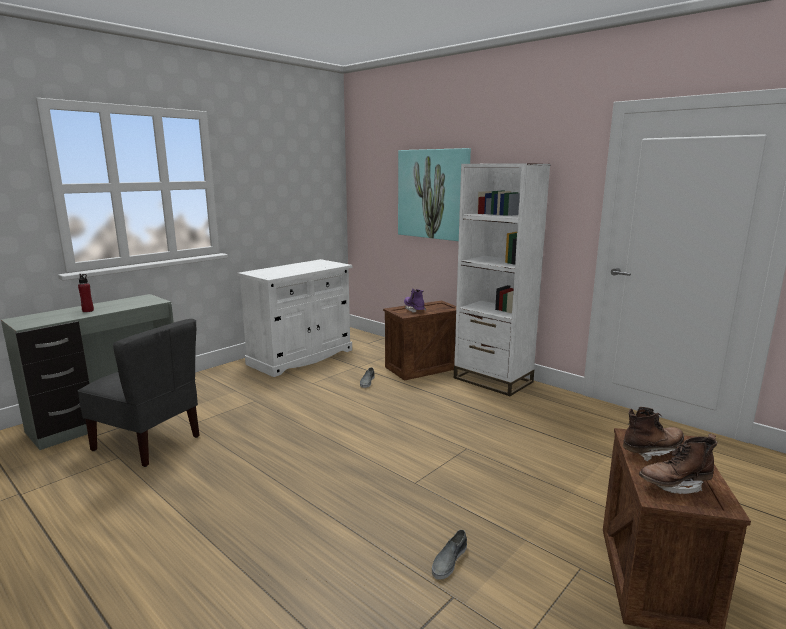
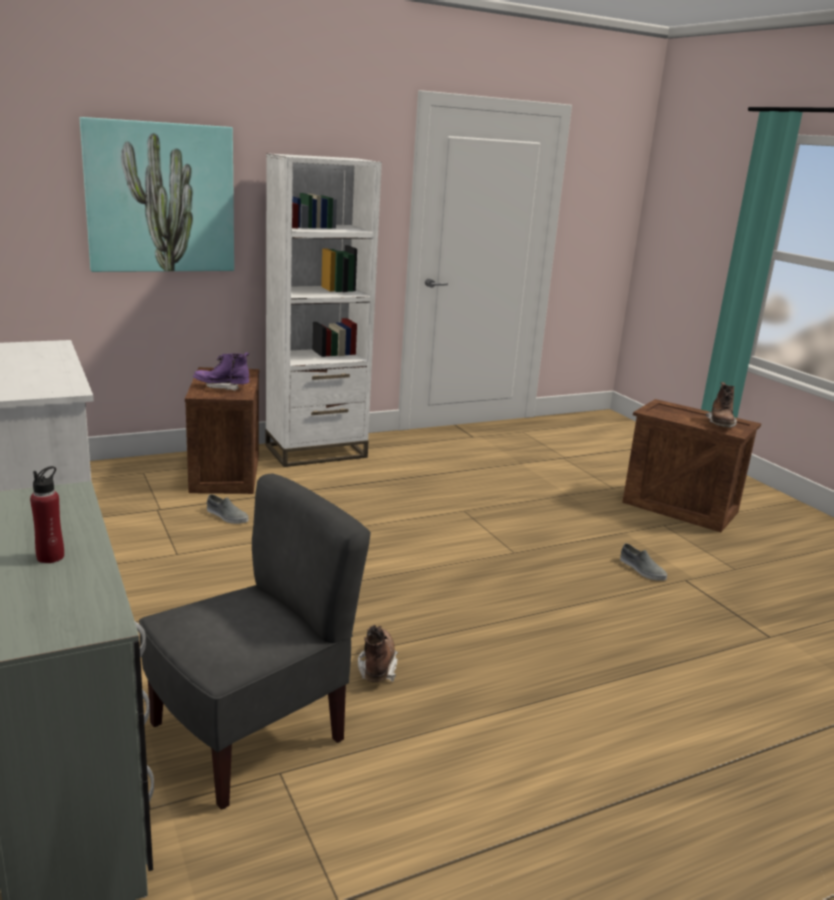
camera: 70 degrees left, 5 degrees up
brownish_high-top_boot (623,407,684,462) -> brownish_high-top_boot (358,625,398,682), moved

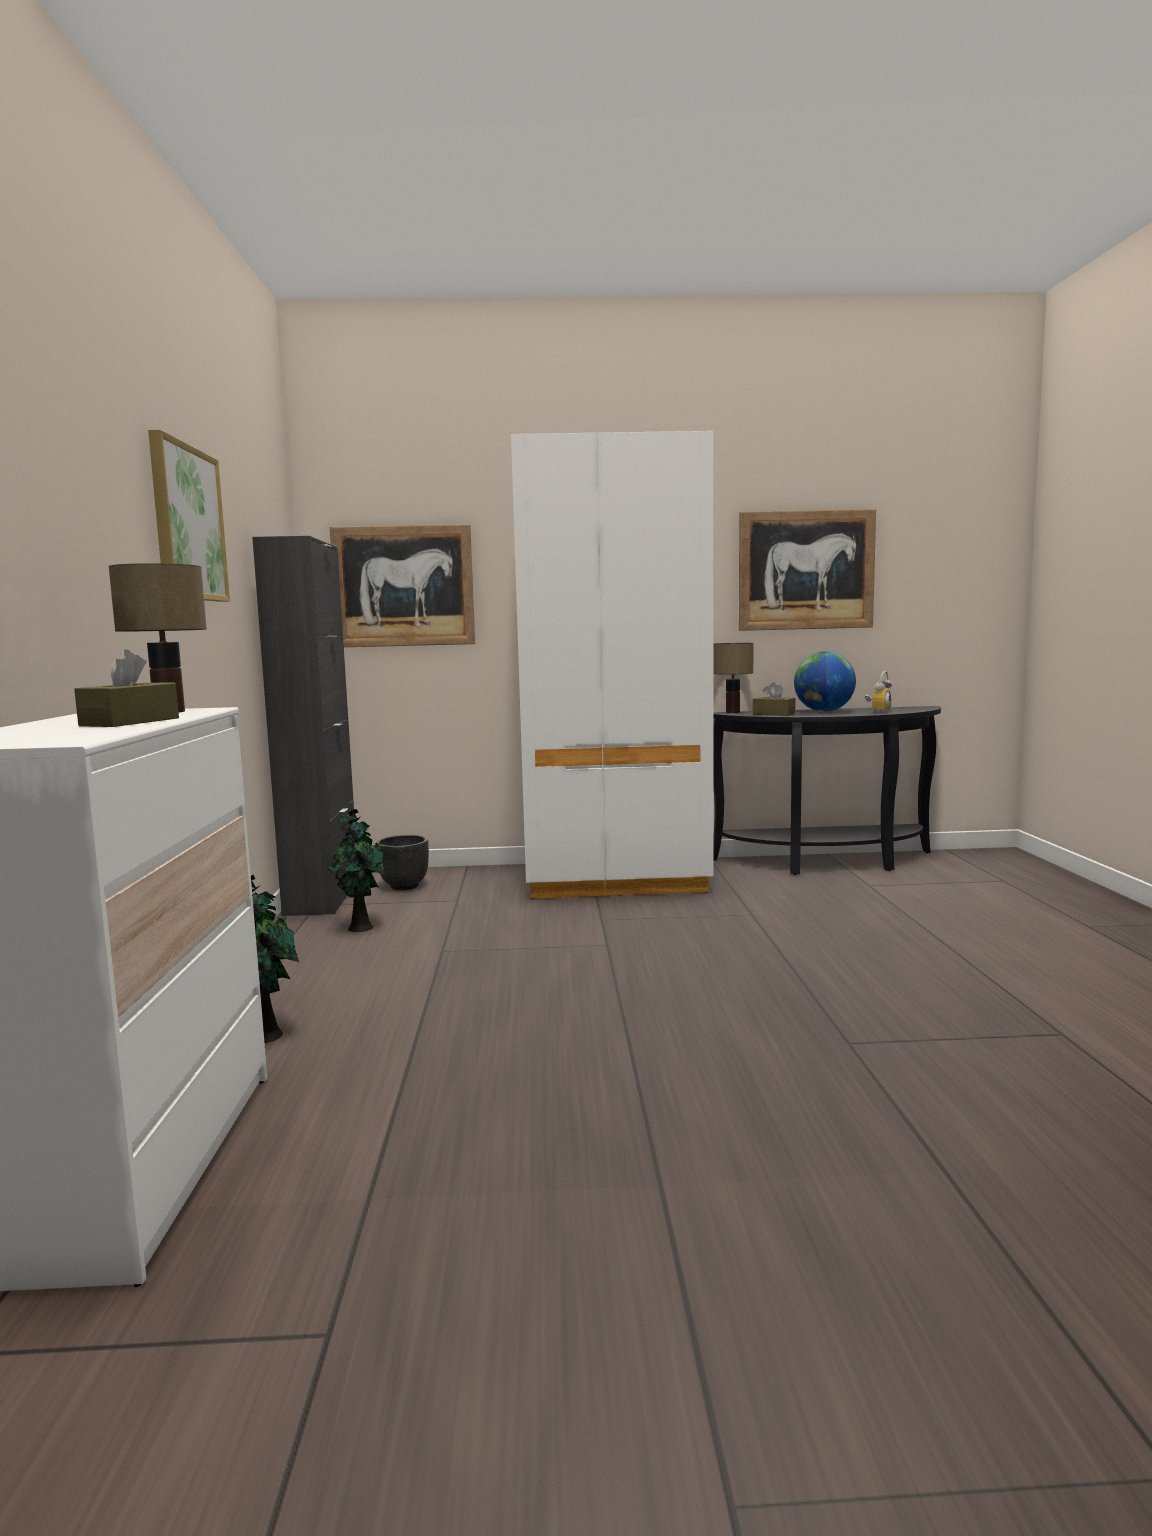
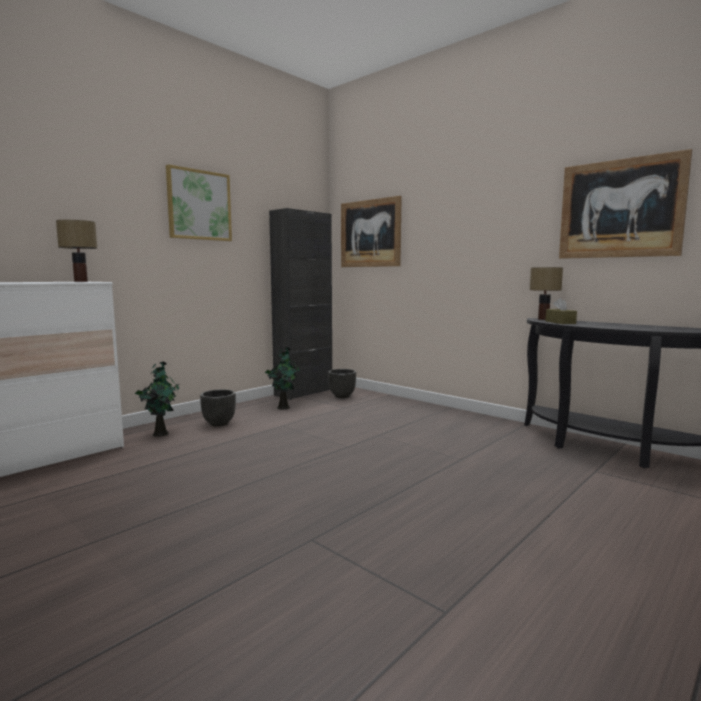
camera: 45 degrees right, 0 degrees up
none -> blackish_planter (200,389,236,426)
brownish_tissue_box (74,649,179,727) -> none
white_wardrobe (511,431,714,899) -> none
globe (794,651,856,712) -> none
alarm_clock (865,671,892,713) -> none

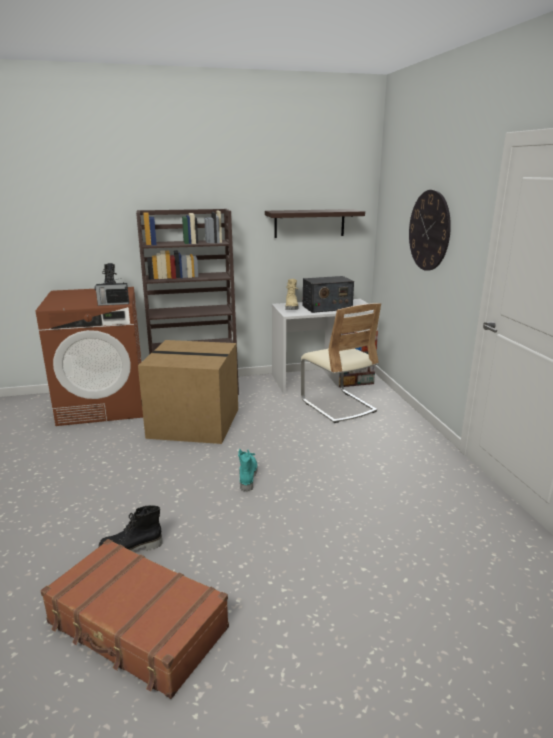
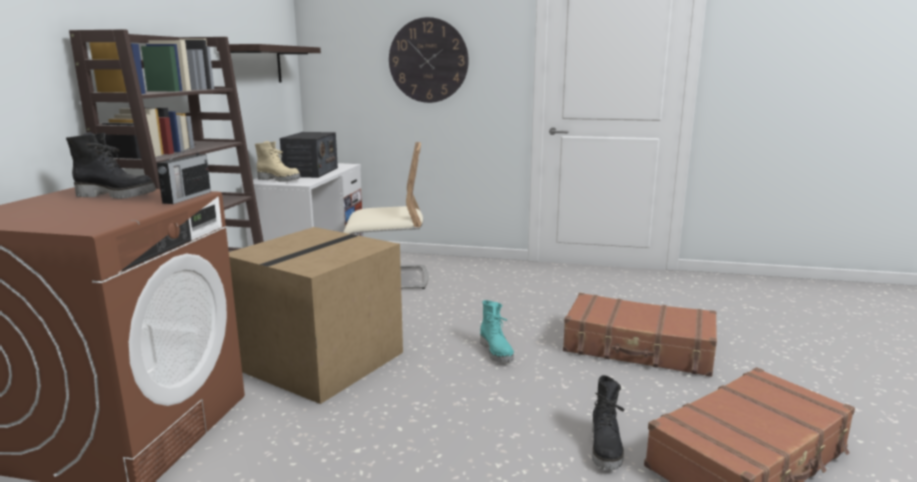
camera: 65 degrees left, 5 degrees down
turquoise_high-top_boot (238,449,258,492) -> turquoise_high-top_boot (480,300,514,363), 135 degrees counterclockwise
none -> brownish_travel_case (563,293,717,377)

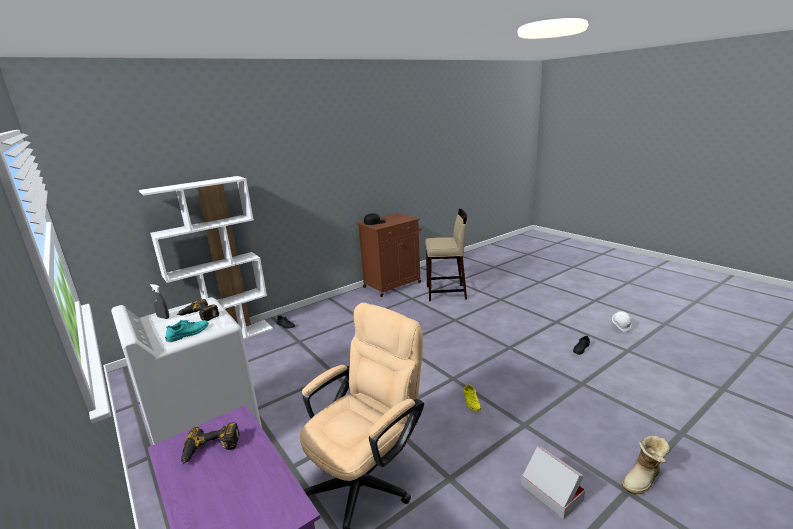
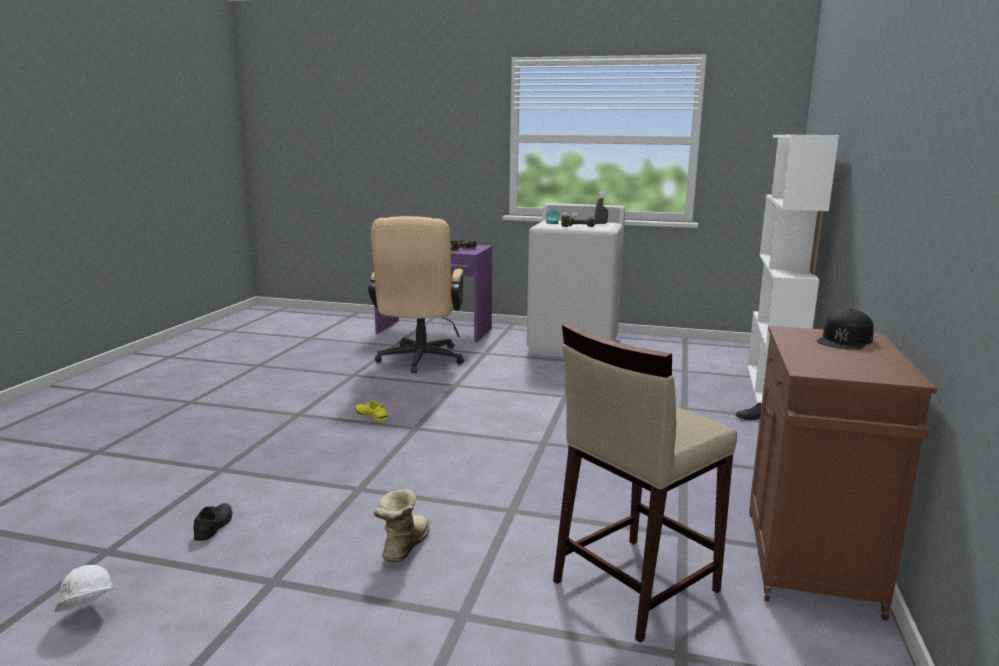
camera: 140 degrees right, 5 degrees down
high-top_boot (622,435,670,494) -> high-top_boot (374,490,430,562), moved
cardboard_box (521,446,585,519) -> none

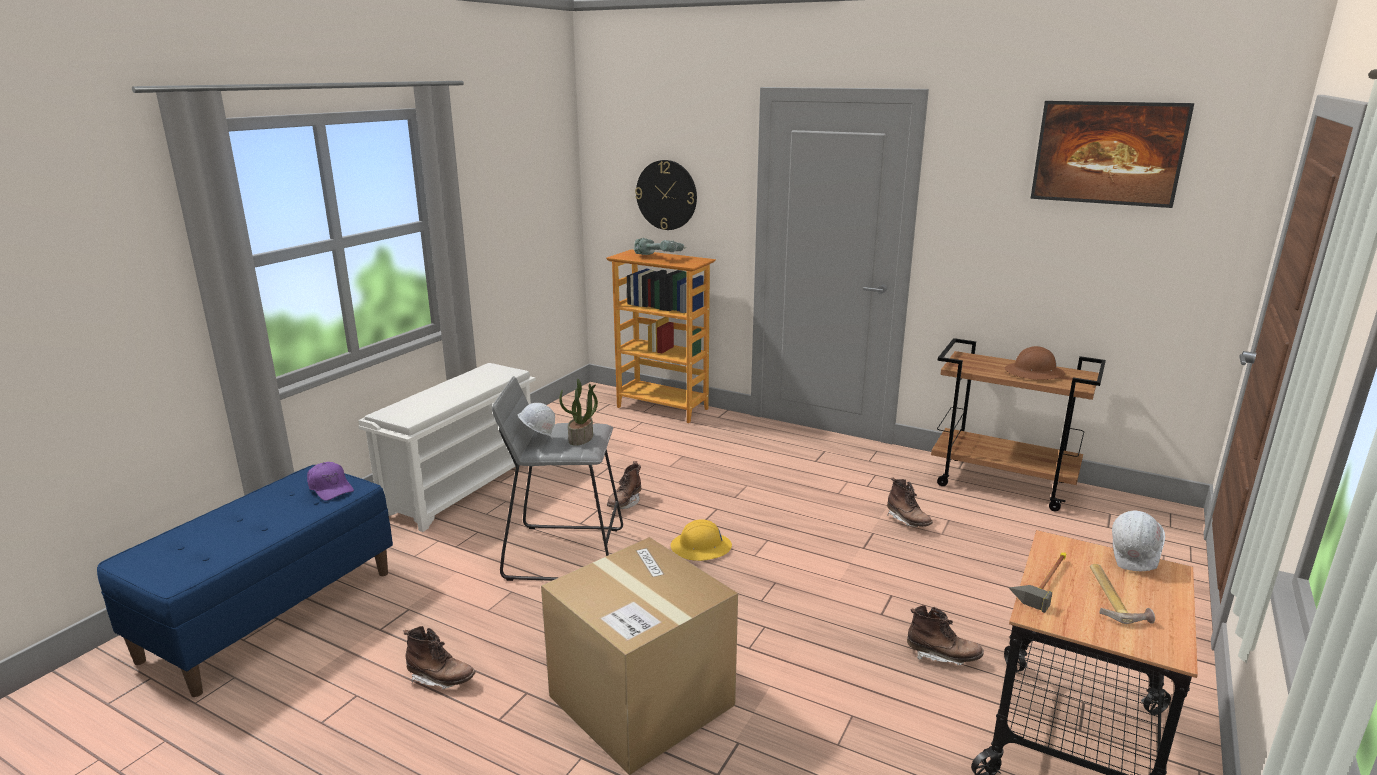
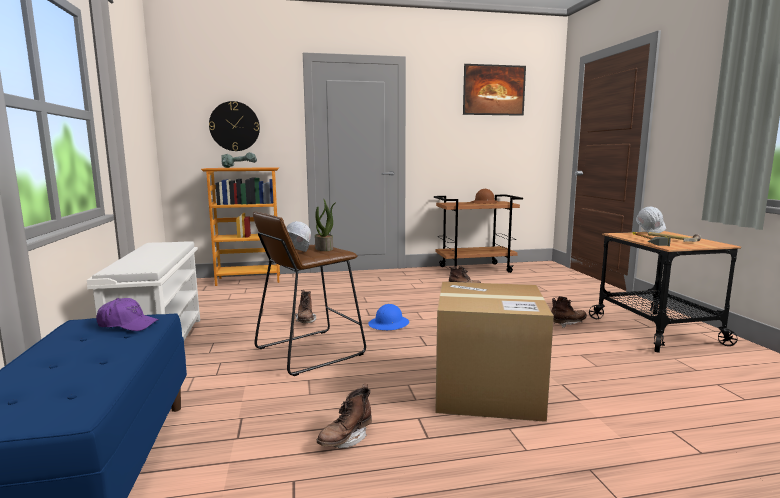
camera: 40 degrees left, 10 degrees down
gray_stool (492,376,623,581) -> brownish_stool (253,212,366,376)
brownish_high-top_boot (404,626,475,689) -> brownish_high-top_boot (317,384,372,448), 150 degrees clockwise
yellowish_hard_hat (671,519,732,561) -> blue_hard_hat (368,304,409,330)

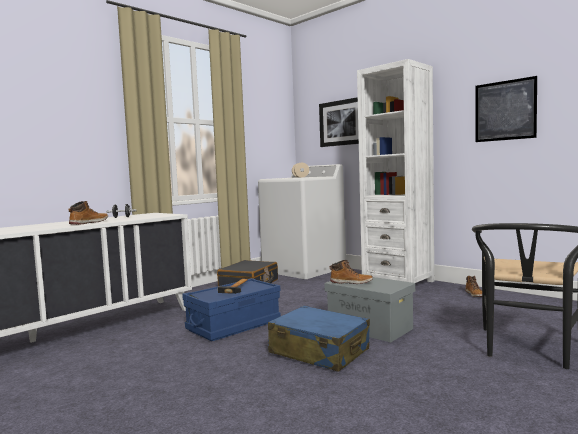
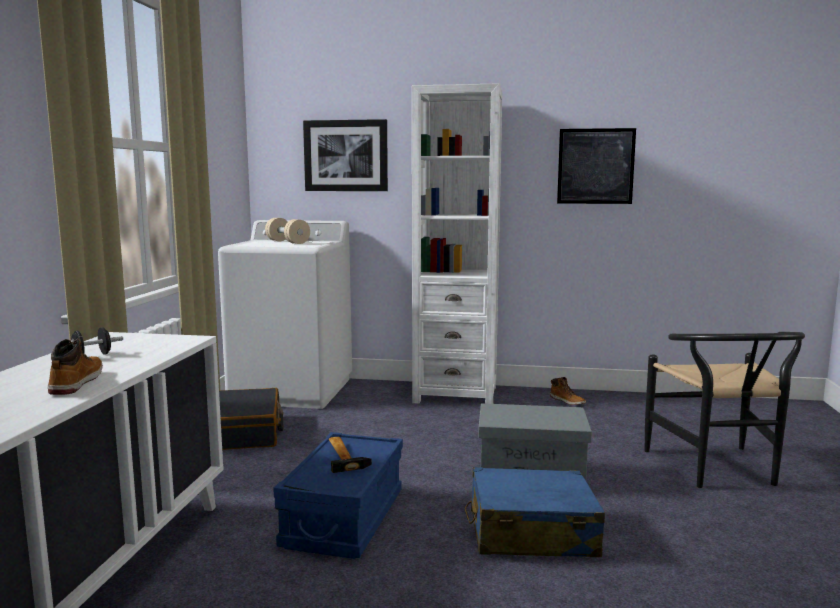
camera: 35 degrees left, 5 degrees up
high-top_boot (330,260,373,284) -> none

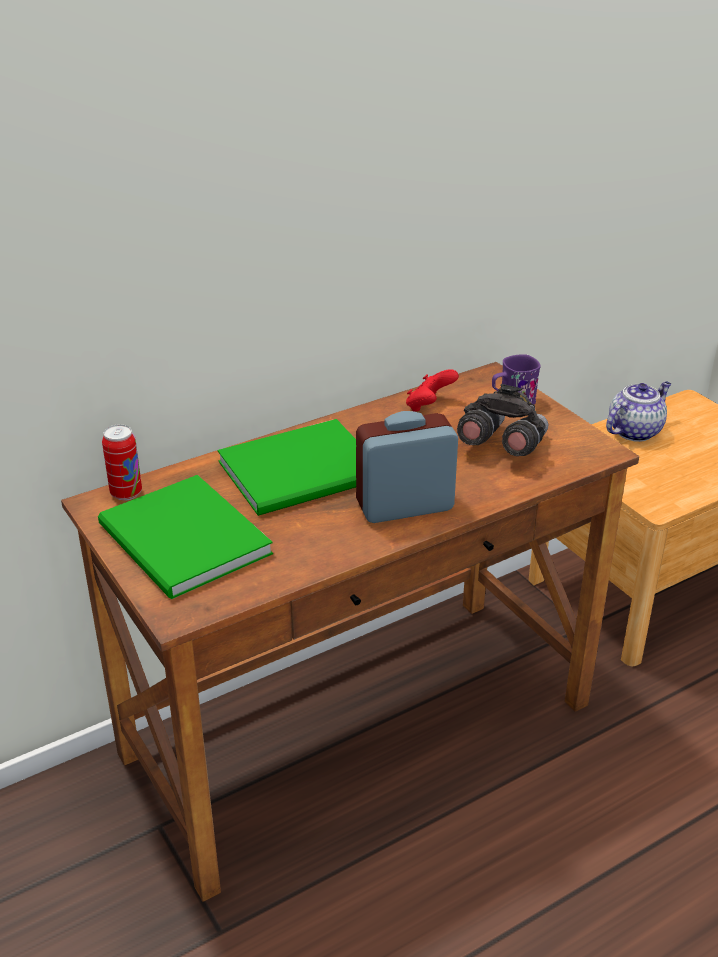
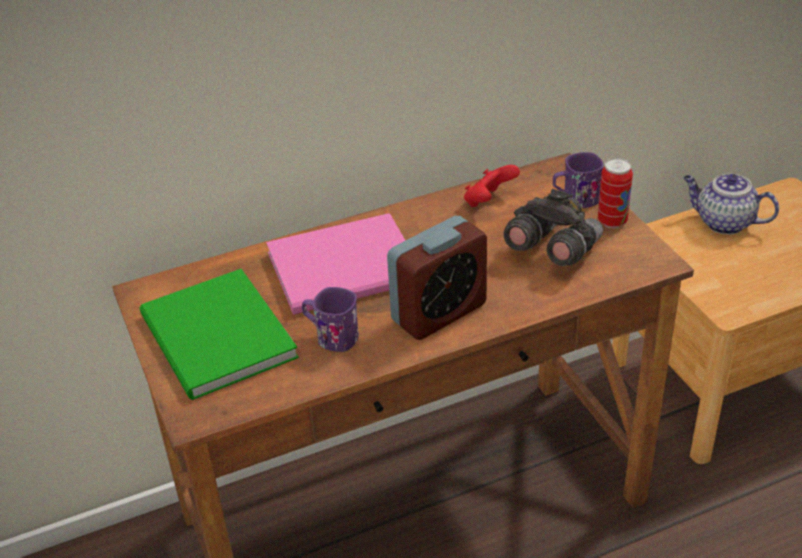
camera: 10 degrees right, 5 degrees up
green_book (218,419,356,516) -> pink-coloured_book (266,213,406,315)
none -> purple_coffee_mug (302,287,359,352)
alarm_clock (356,411,458,523) -> alarm_clock (387,216,487,340), 150 degrees clockwise
sealed_can (102,424,142,501) -> sealed_can (598,158,633,228), moved
tea_pot (606,381,671,442) -> tea_pot (683,173,779,235), 120 degrees counterclockwise

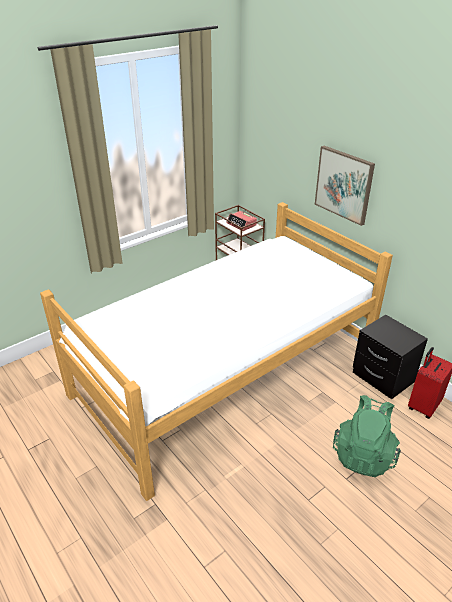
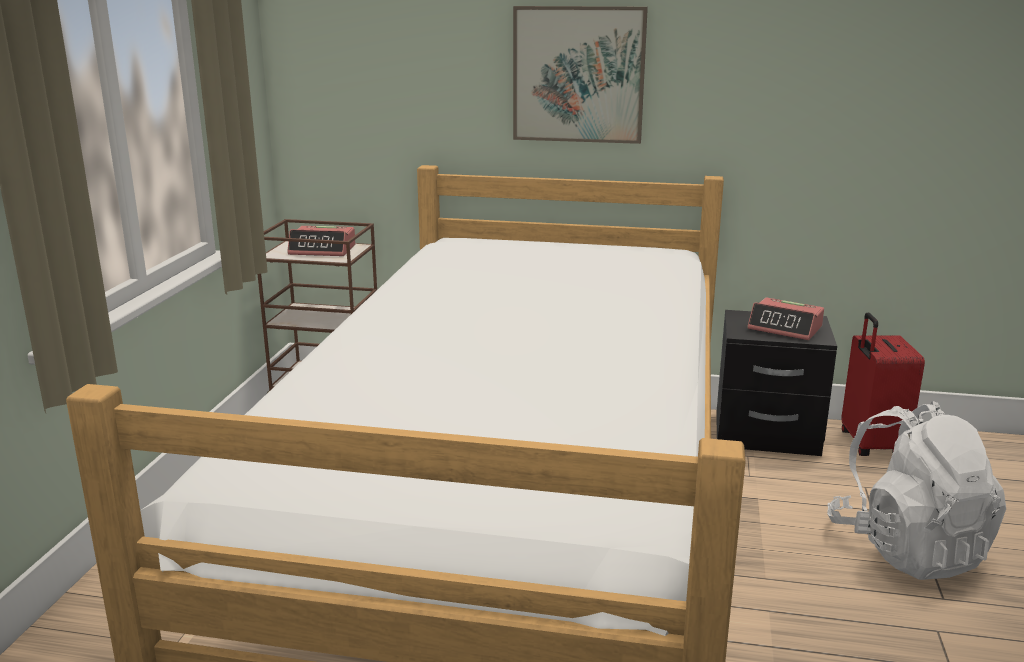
camera: 40 degrees left, 15 degrees down
none -> alarm_clock (747,297,824,340)
green_rucksack (333,395,401,477) -> white_rucksack (827,401,1006,580)

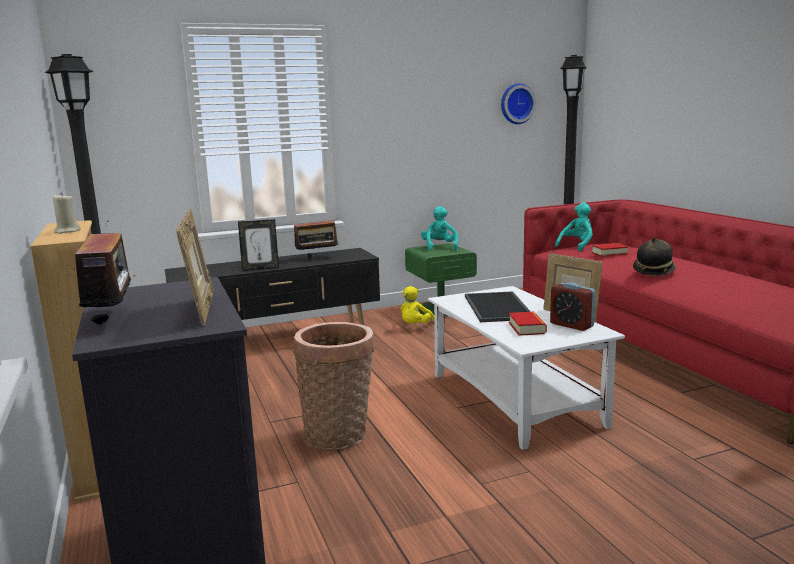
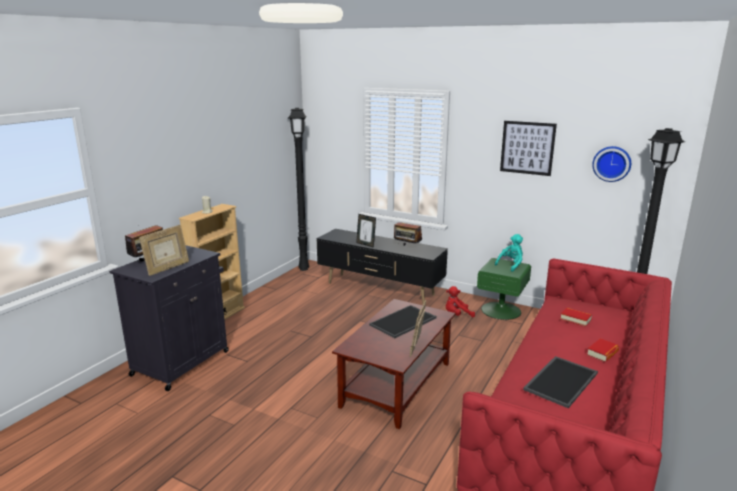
camera: 50 degrees right, 5 degrees up
white_coffee_table (428,286,625,450) -> brownish_coffee_table (332,299,456,429)
yellowish_plush_toy (401,286,434,323) -> red_plush_toy (446,286,475,318)
none -> picture (500,121,557,176)
none -> tray (523,356,598,408)
book (509,312,547,336) -> book (587,338,619,362), moved
household_basket (294,322,374,451) -> none
alarm_clock (550,282,596,331) -> none
turquoise_plush_toy (555,203,593,251) -> none
hat (633,237,676,276) -> none

